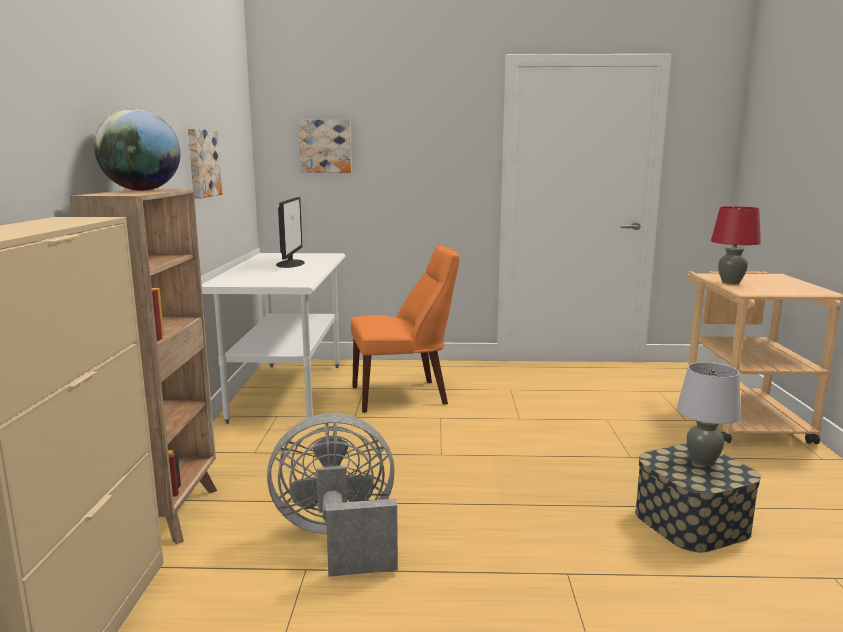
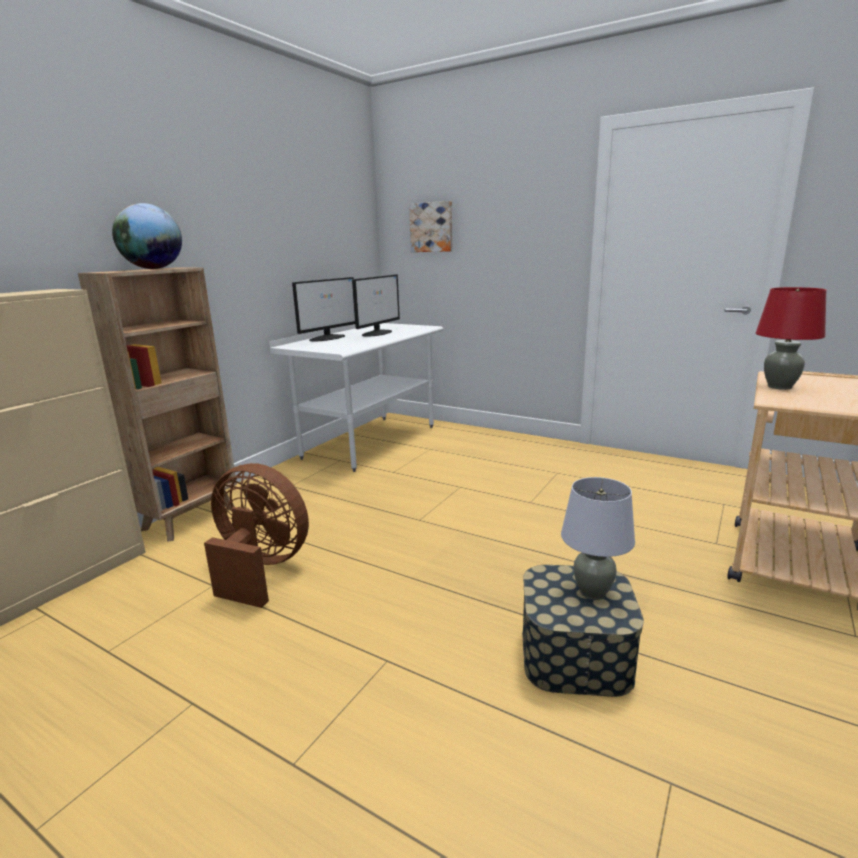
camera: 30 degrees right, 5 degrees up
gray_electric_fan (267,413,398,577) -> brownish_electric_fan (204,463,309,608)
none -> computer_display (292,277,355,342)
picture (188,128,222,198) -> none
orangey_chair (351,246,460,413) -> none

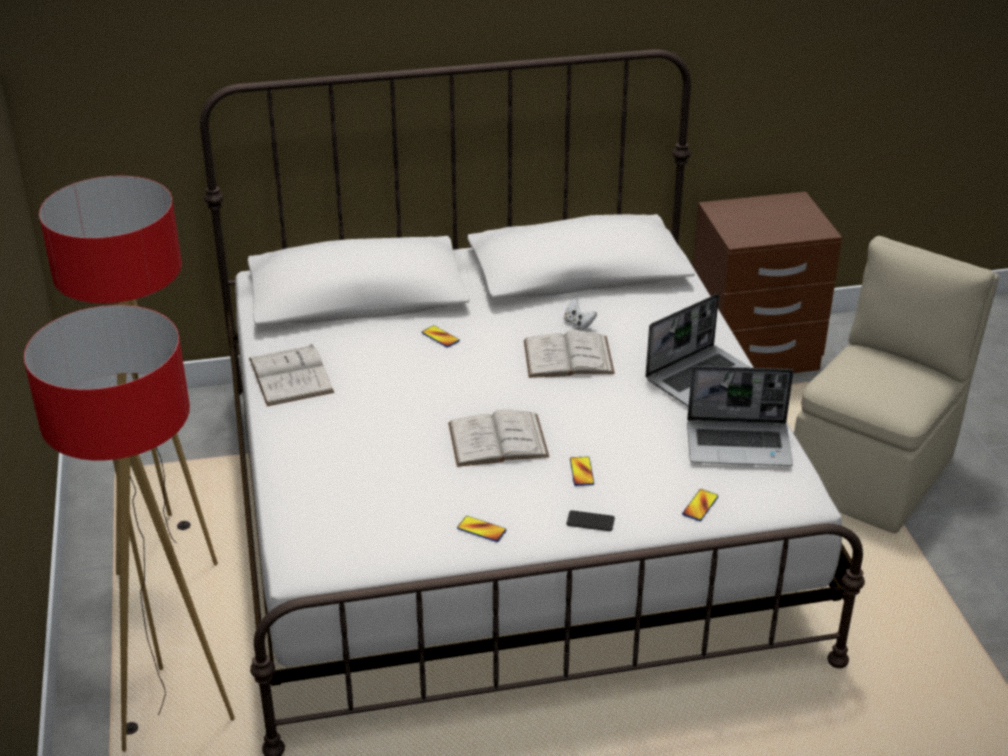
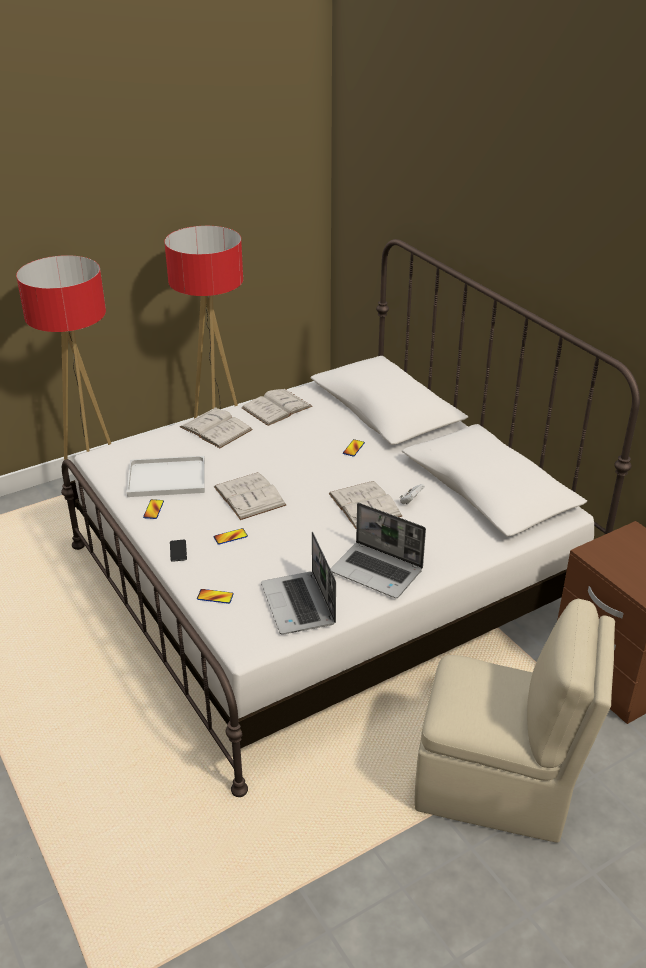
camera: 70 degrees right, 0 degrees up
none -> white_tray (127,456,205,497)
none -> white_book (180,407,253,448)

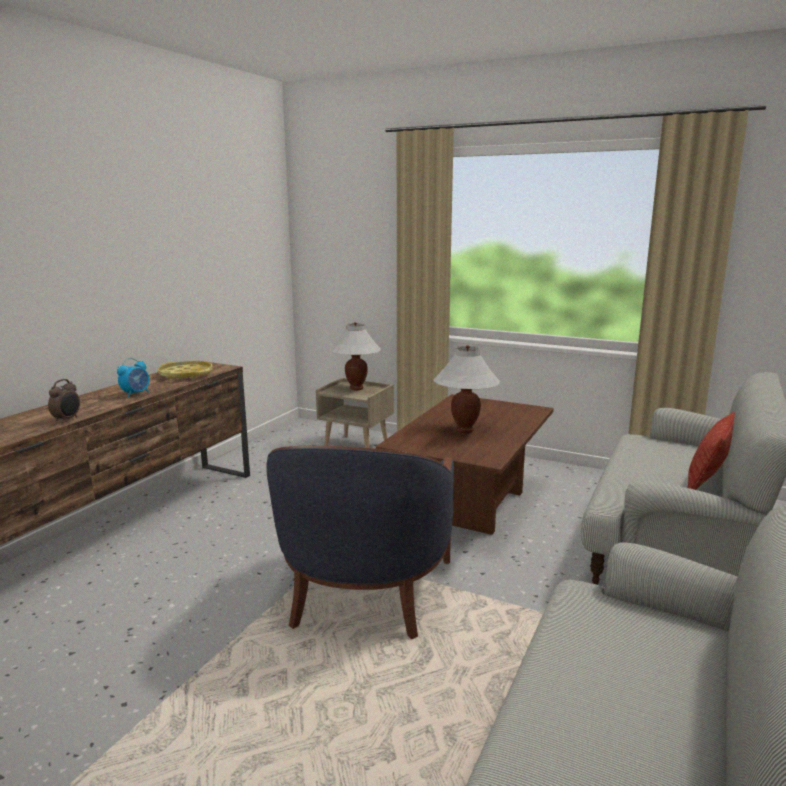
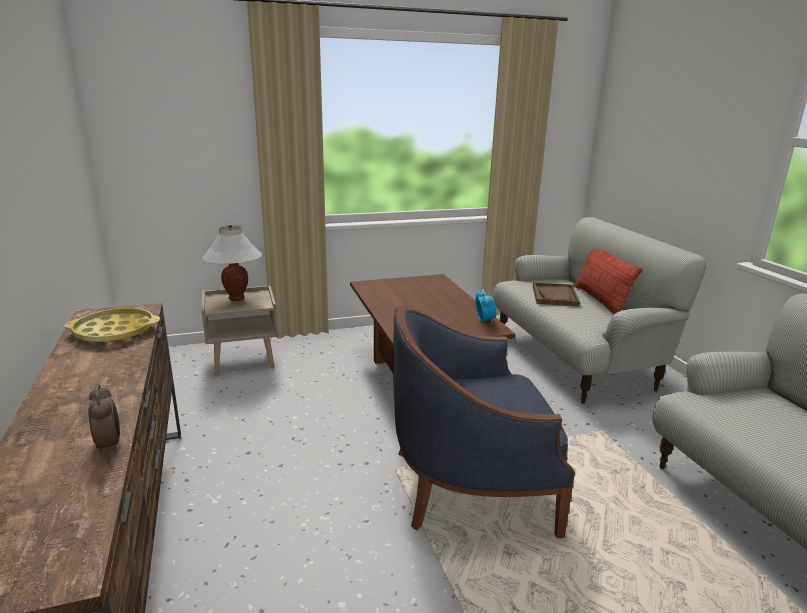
camera: 45 degrees left, 5 degrees up
blue_easy_chair (266,446,454,639) -> blue_easy_chair (393,305,575,538), 120 degrees clockwise
alarm_clock (117,358,150,397) -> alarm_clock (475,289,496,325), moved
none -> brownish_tray (533,282,580,307)
white_lamp_for_a_table (434,345,500,433) -> none

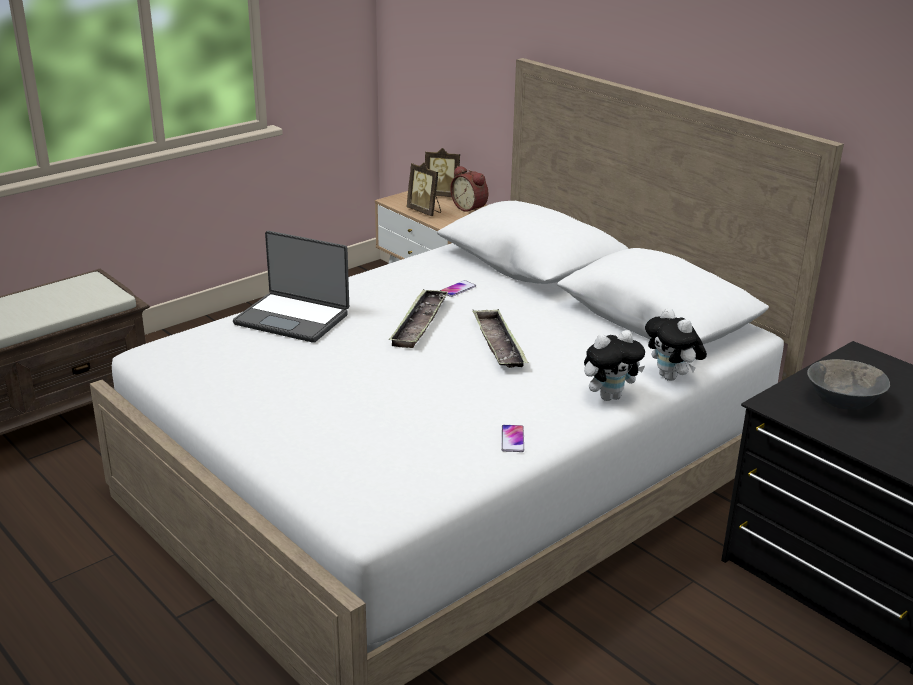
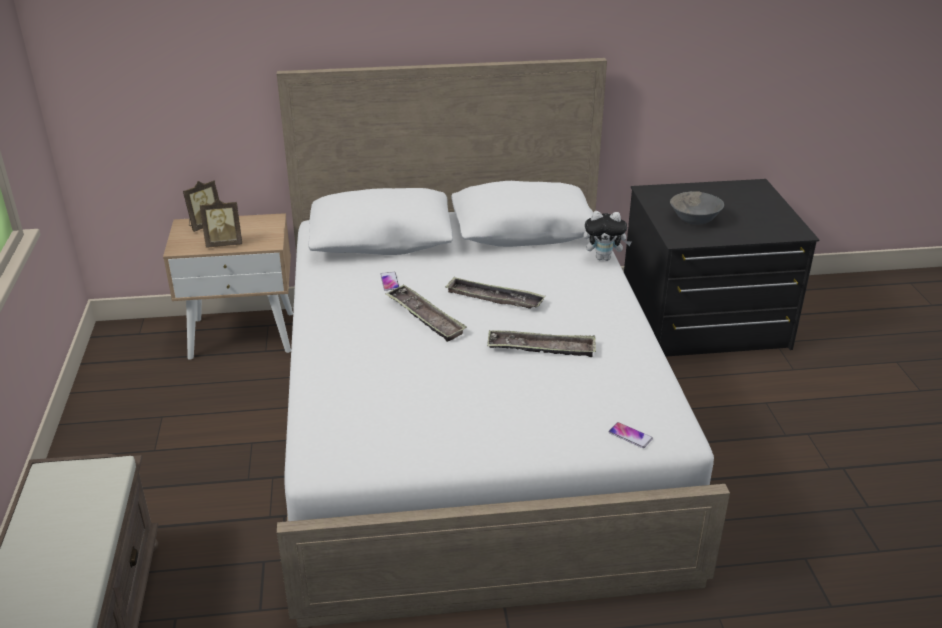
camera: 55 degrees left, 5 degrees up
none -> tray (487,330,596,357)
handset (501,425,524,452) -> handset (609,422,653,448), moved
notebook_computer (233,231,349,343) -> none
alarm_clock (450,166,488,212) -> none
plush_toy (584,330,645,401) -> none

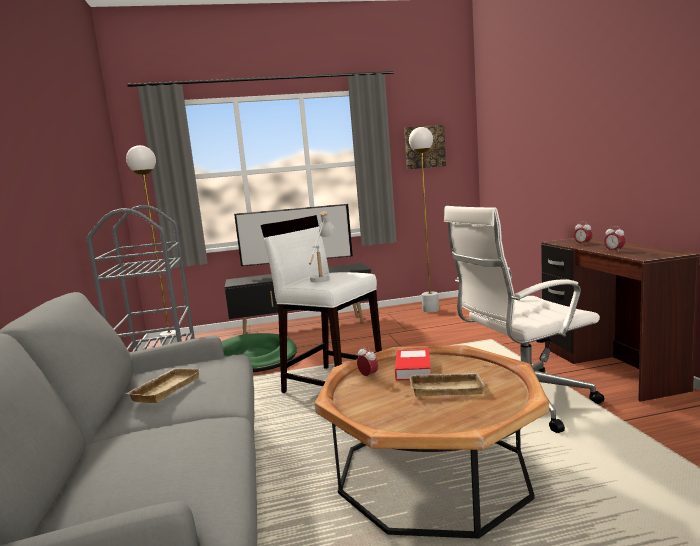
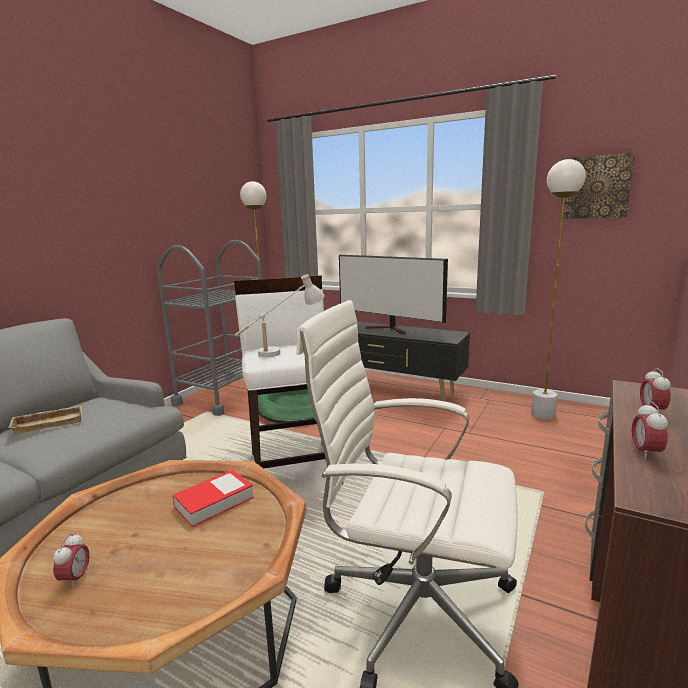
camera: 40 degrees right, 5 degrees up
alarm_clock (357,346,378,378) -> alarm_clock (53,533,89,589), moved
beige-coloured_tray (409,373,485,397) -> none

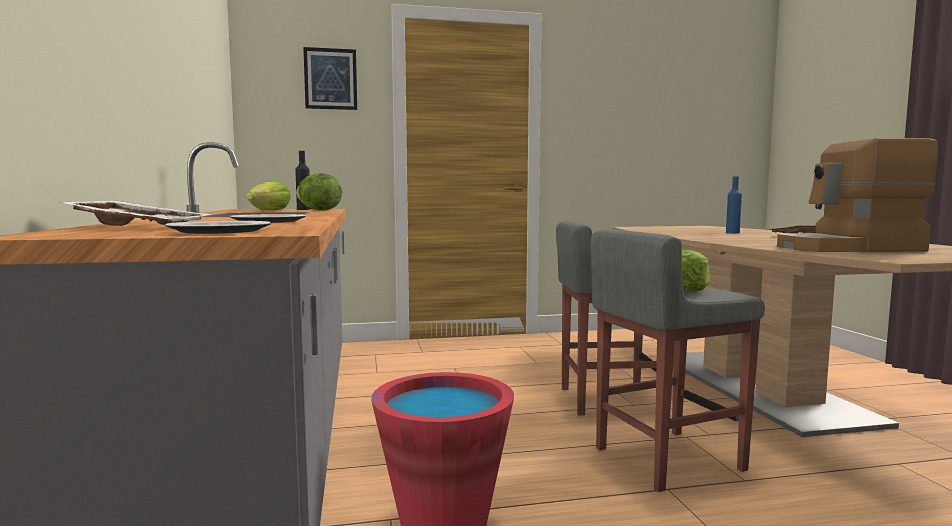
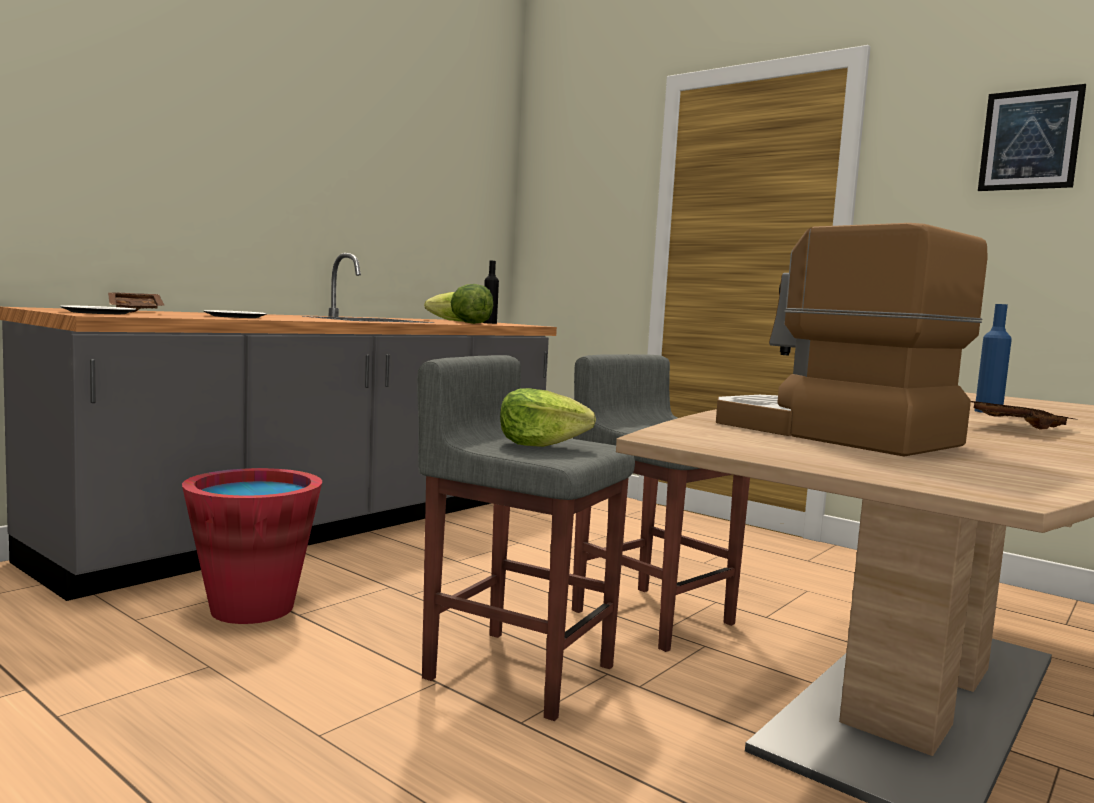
camera: 50 degrees right, 0 degrees up
white_tray (59,200,212,226) -> brownish_tray (108,292,165,312)
picture (303,47,357,110) -> picture (978,84,1086,191), moved

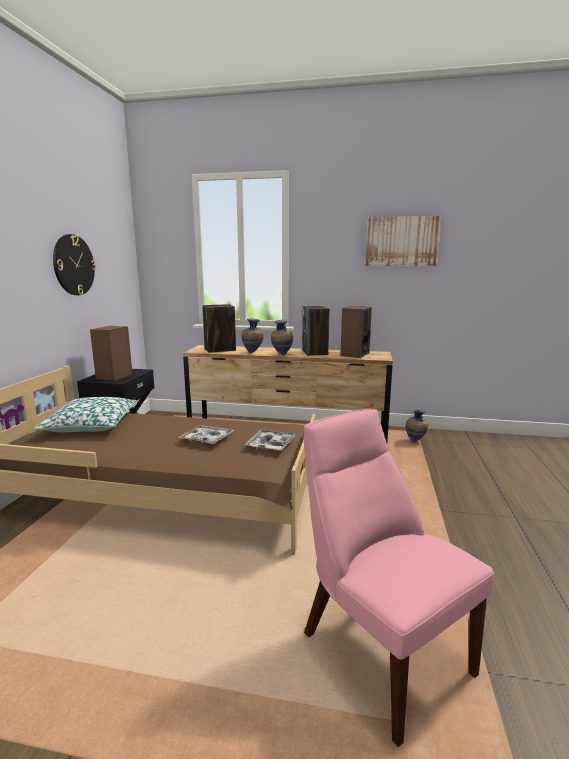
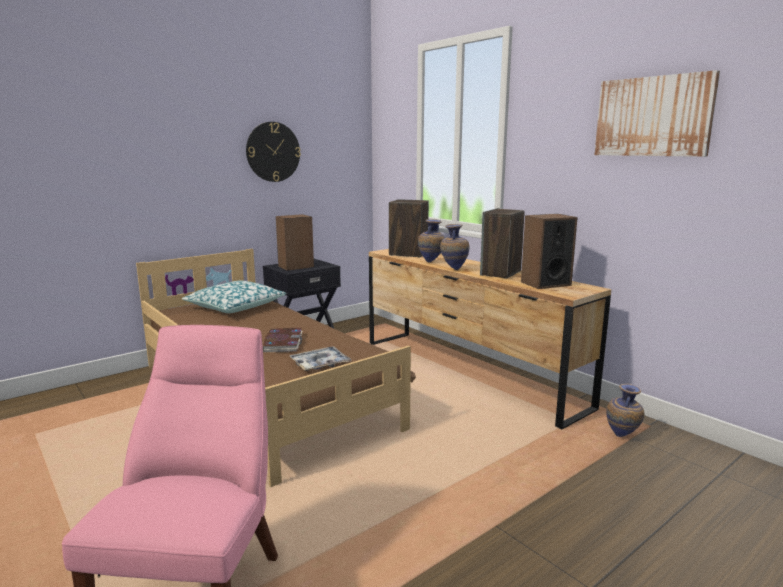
camera: 40 degrees right, 0 degrees up
tray (178,425,235,444) -> book (263,328,302,353)

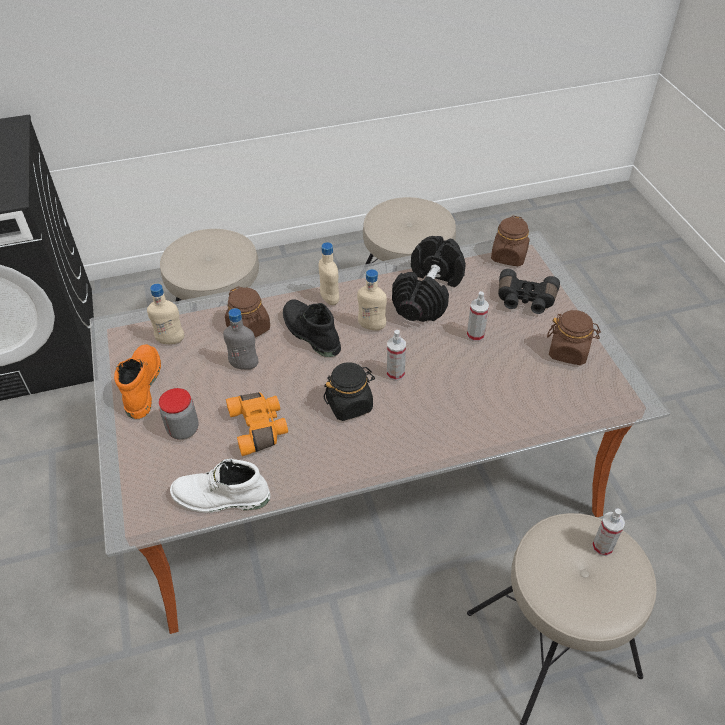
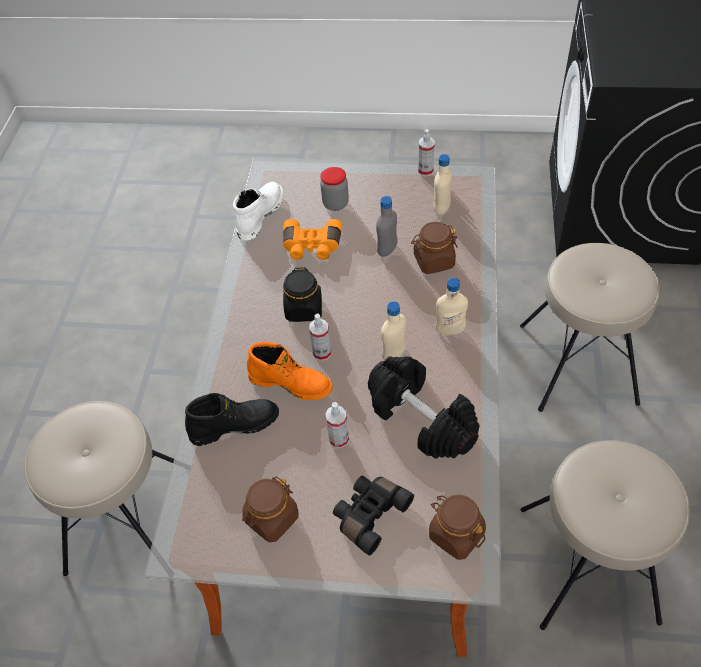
camera: 115 degrees right, 5 degrees up
blackish_high-top_boot (283,299,341,357) -> blackish_high-top_boot (185,393,279,446), moved
orangey_high-top_boot (114,345,161,419) -> orangey_high-top_boot (247,342,332,400), moved
hand_sprayer (592,508,625,556) -> hand_sprayer (418,129,435,176), moved

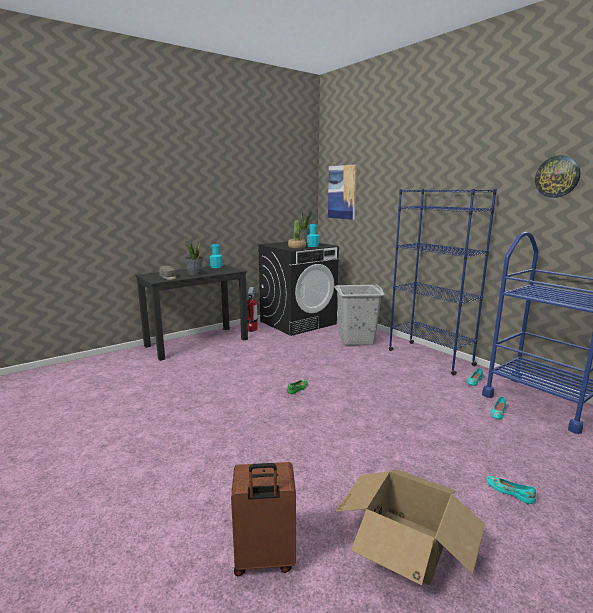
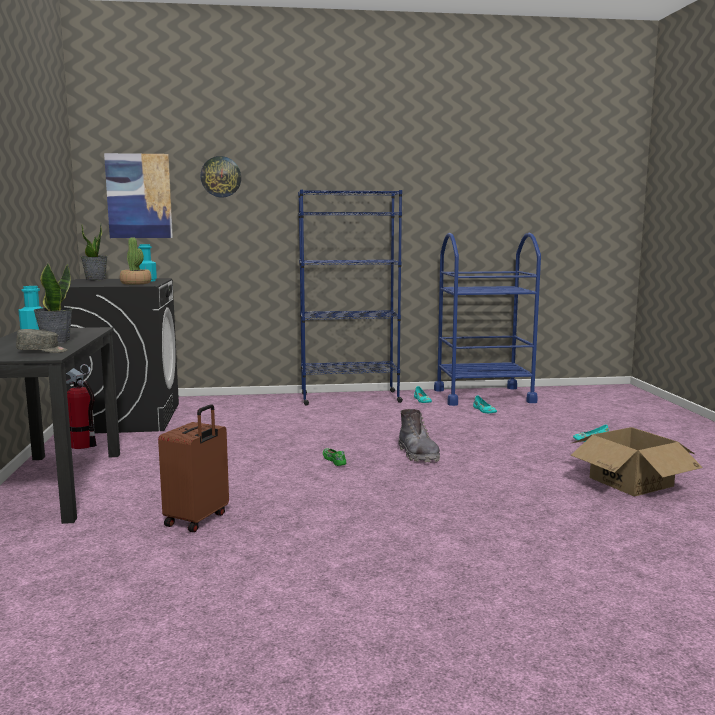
camera: 60 degrees left, 5 degrees down
brownish_travel_case (231,462,296,576) -> brownish_travel_case (158,404,229,532), moved
clock_on_the_wall (535,155,580,198) -> clock_on_the_wall (200,156,241,197), moved
none -> gray_high-top_boot (399,409,440,462)
gray_hamper (334,284,385,345) -> none

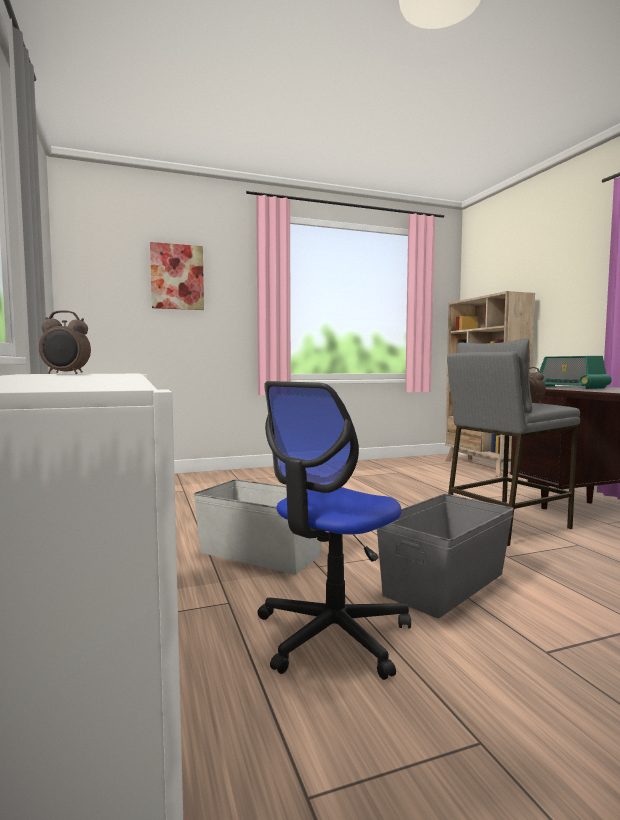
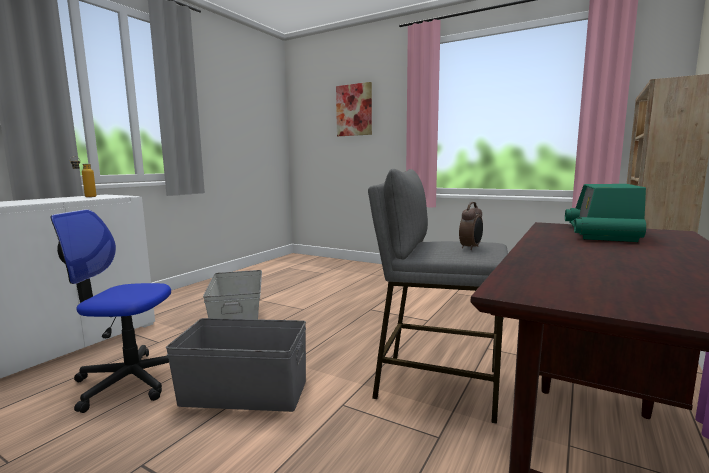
camera: 50 degrees right, 5 degrees up
alarm_clock (39,310,91,374) -> beverage_bottle (70,156,97,197)

